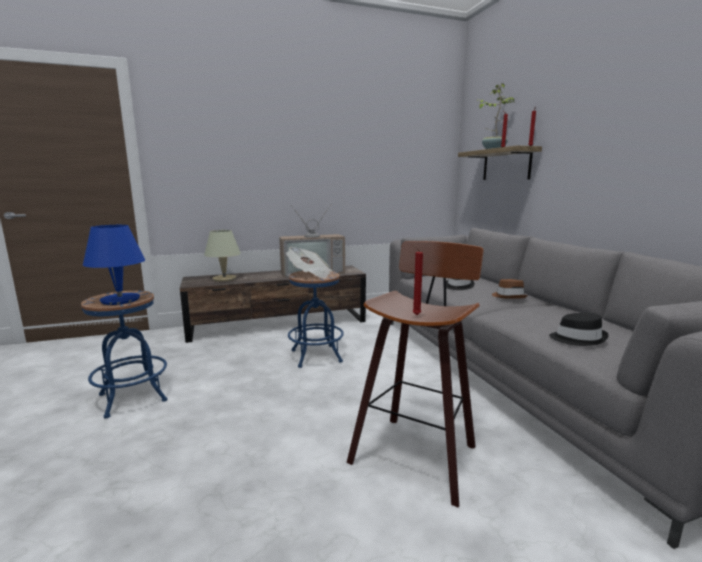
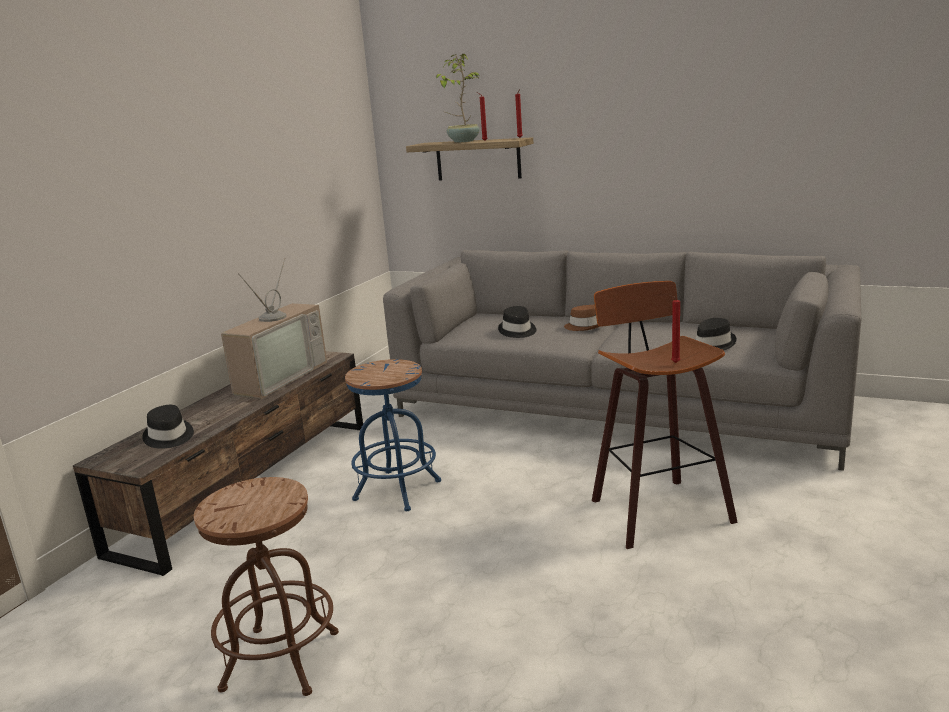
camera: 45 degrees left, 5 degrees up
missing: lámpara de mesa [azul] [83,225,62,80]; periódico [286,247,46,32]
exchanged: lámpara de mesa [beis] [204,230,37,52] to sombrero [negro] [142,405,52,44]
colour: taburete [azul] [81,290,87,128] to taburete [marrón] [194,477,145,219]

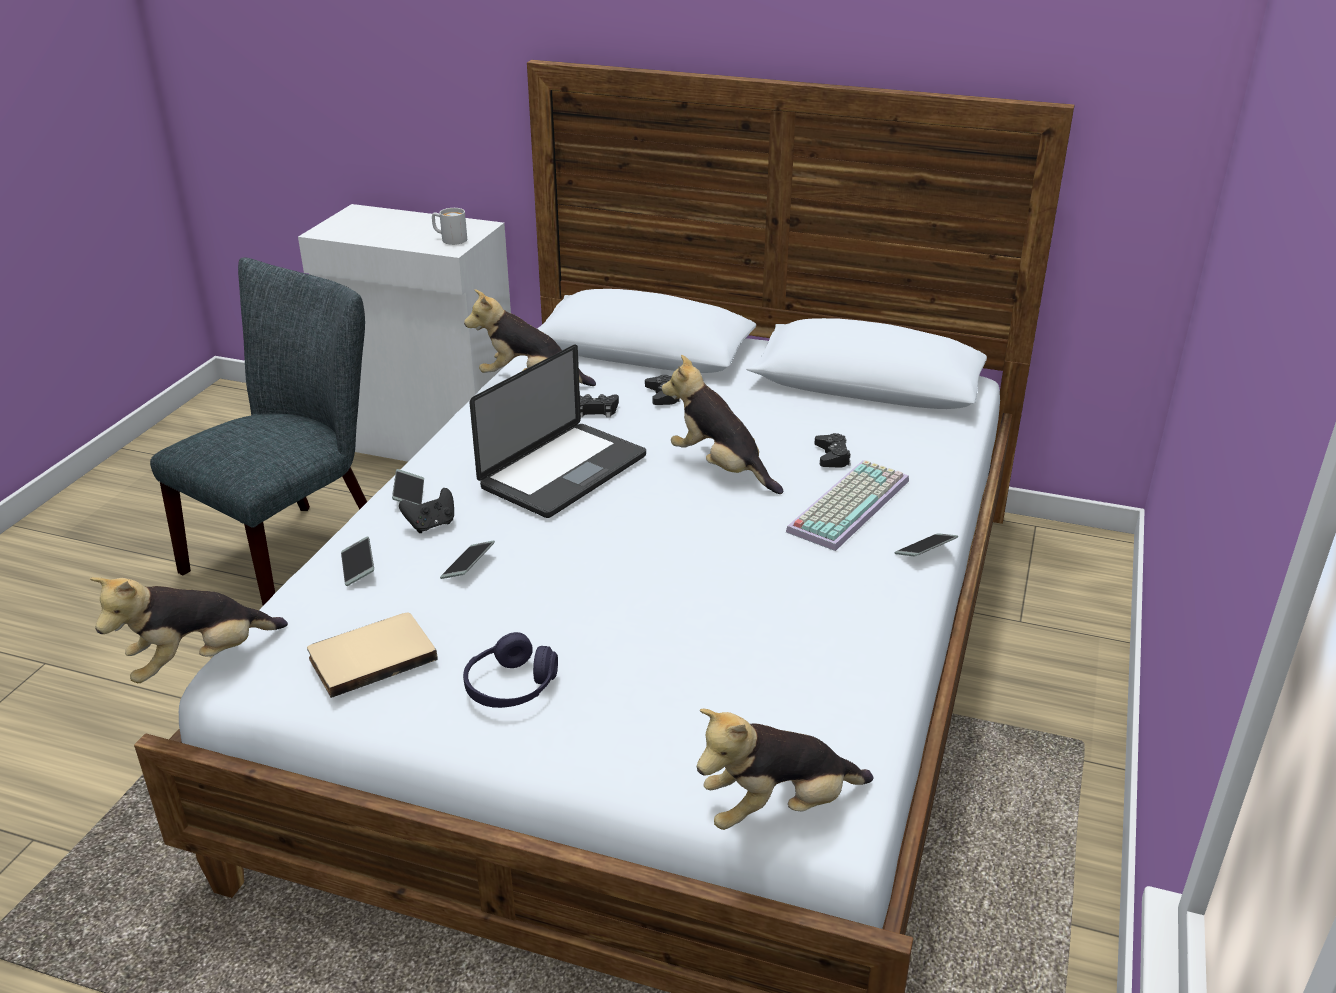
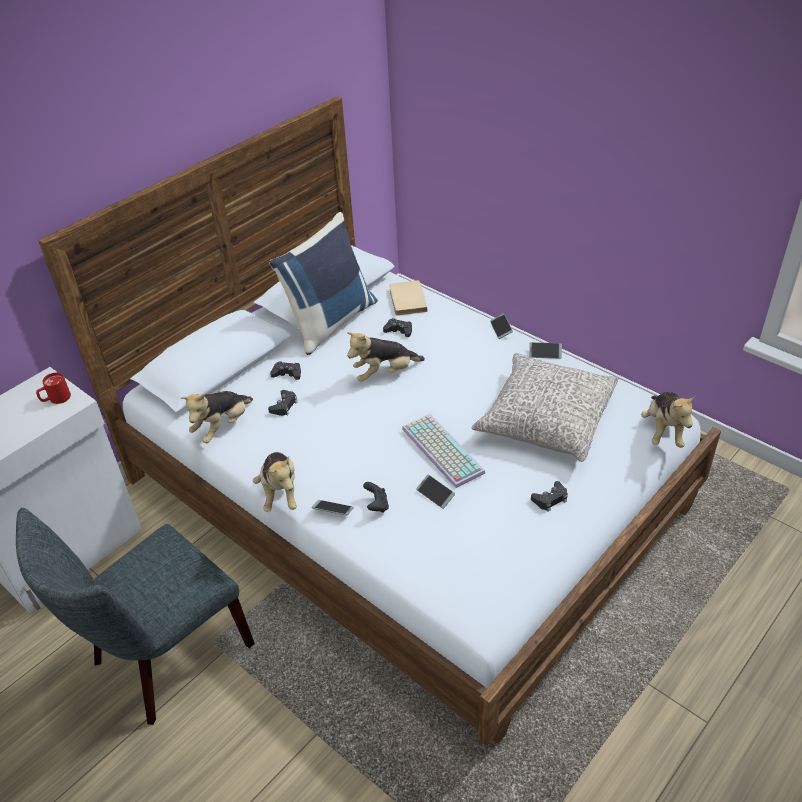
camera: 65 degrees left, 10 degrees up
missing: portátil [470,345,176,173]
appeared: cojín [azul] [269,212,109,143]; cojín [gris] [472,353,147,109]
relocated: teclado [786,460,123,91] to [402,414,83,74]; móvil [341,536,33,50] to [529,342,33,17]; peluche [90,577,198,106] to [253,452,44,60]; libro [beis] [307,613,131,85] to [389,280,39,35]
exchanged: auriculares [morado] [463,632,95,76] to mando de consola [negro] [531,481,37,31]
colour: taza grande [blanco] [432,208,35,37] to taza grande [rojo] [36,372,35,32]
spun: silla [gris] [150,257,217,349] = [16,508,239,217] 105 degrees counterclockwise

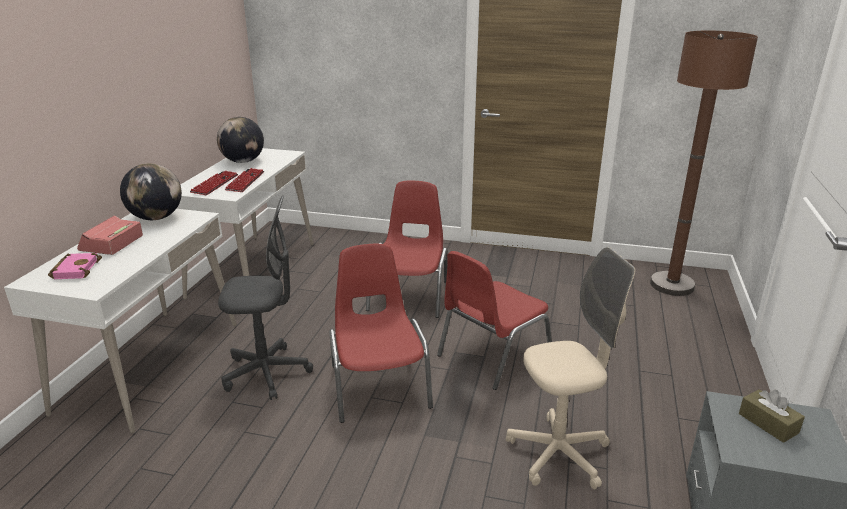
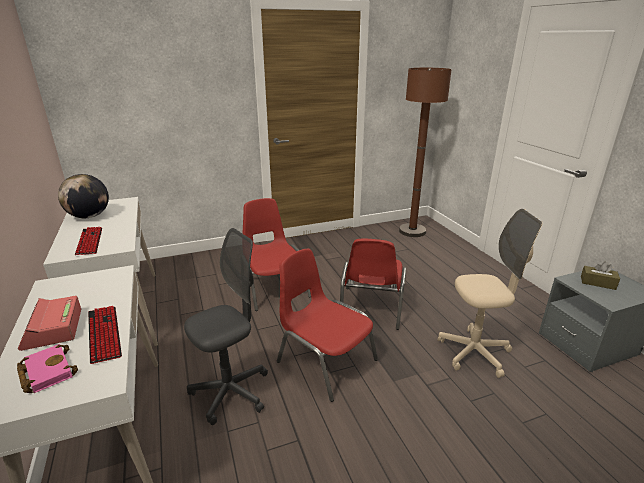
camera: 35 degrees left, 0 degrees up
missing: globo terráqueo [120,163,62,57]
relocated: teclado [225,168,39,24] to [88,306,34,58]
spun: silla de oficina [beis] [506,247,129,242] = [438,209,104,169] 45 degrees clockwise

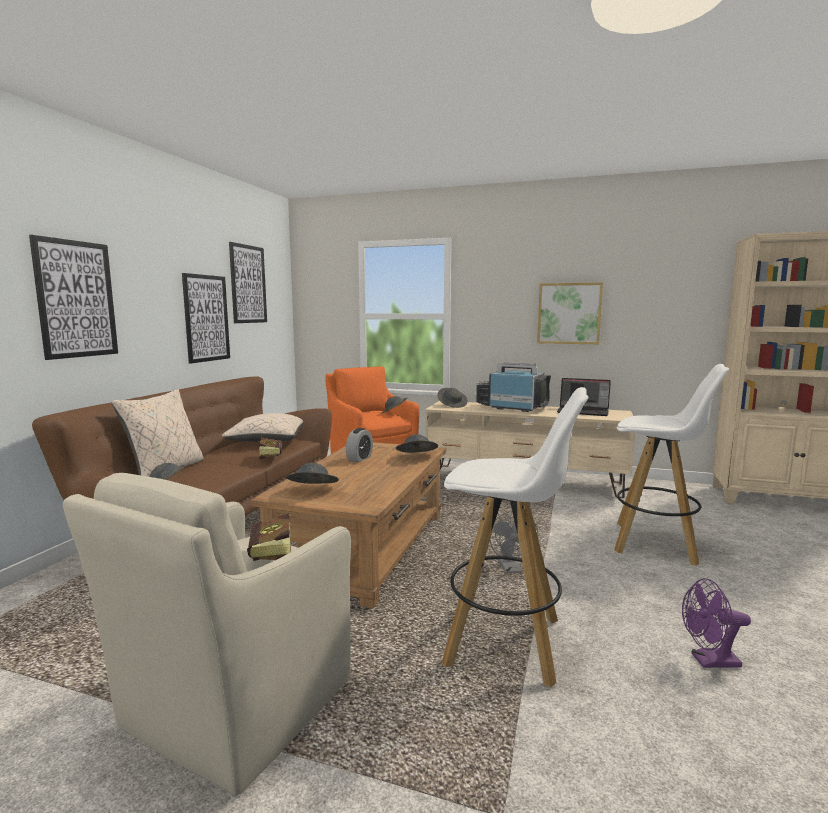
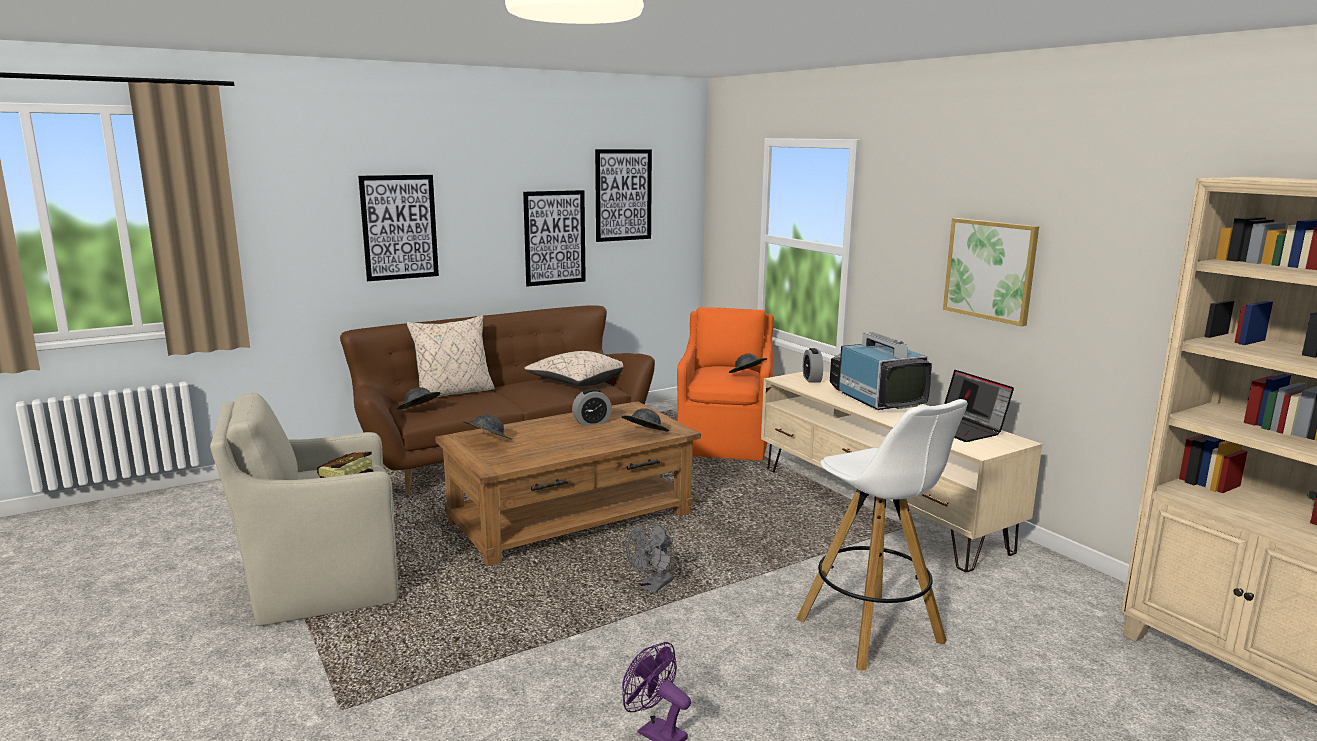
camera: 40 degrees right, 5 degrees up
missing: taburete [blanco] [442,387,146,300]; libro [259,437,24,22]
exchanged: sombrero [gris] [437,388,31,20] to despertador [803,348,20,35]

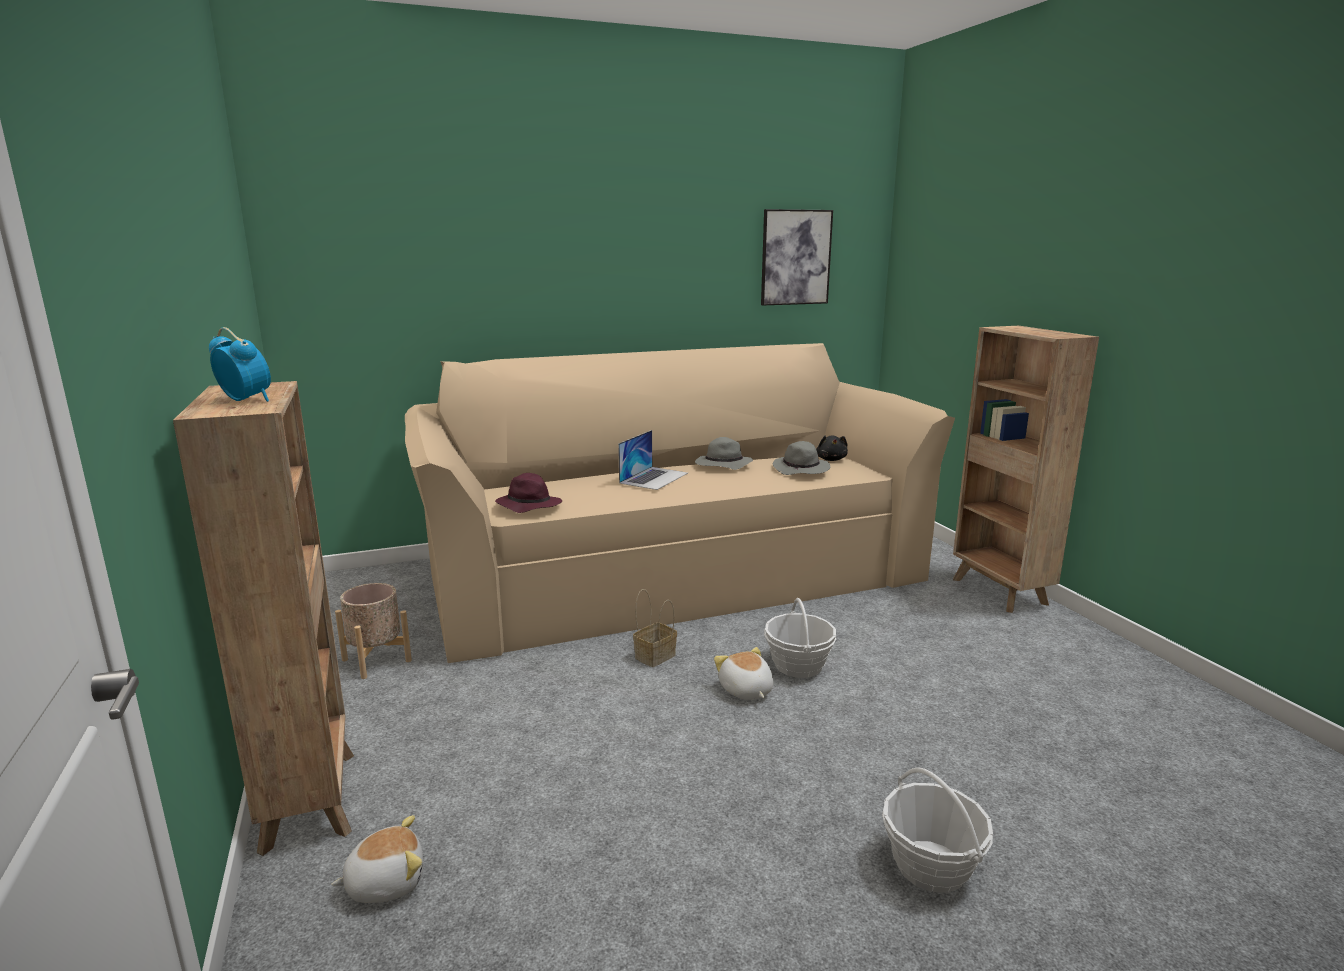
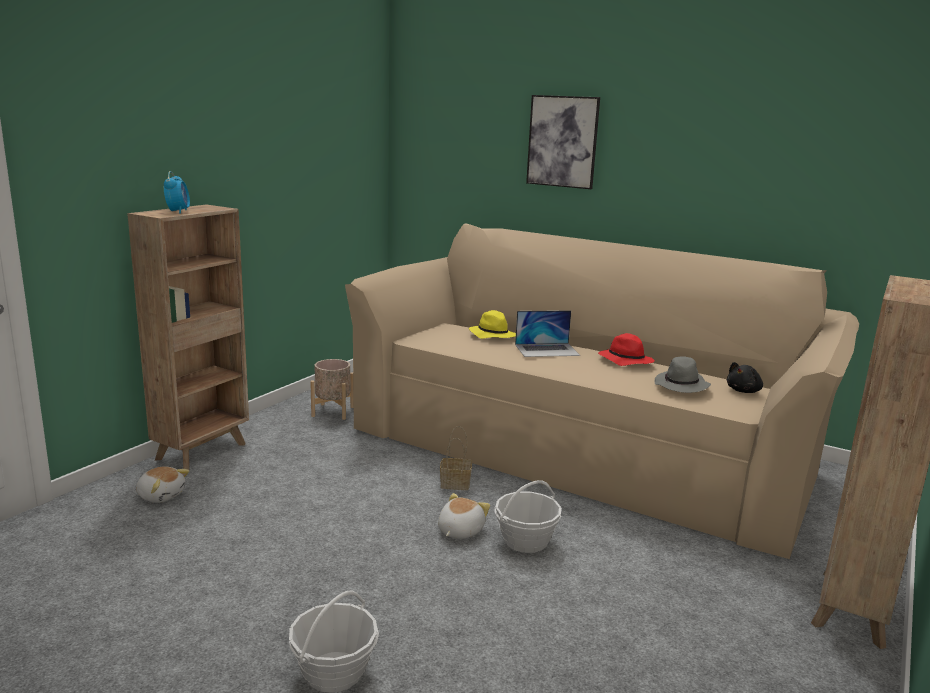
camera: 50 degrees right, 0 degrees up
missing: sombrero [morado] [495,473,67,40]
appeared: sombrero [amarillo] [469,310,47,29]
relocated: cuadro [761,209,72,96] to [526,95,74,94]
colour: sombrero [gris] [695,437,58,33] to sombrero [rojo] [598,333,57,33]

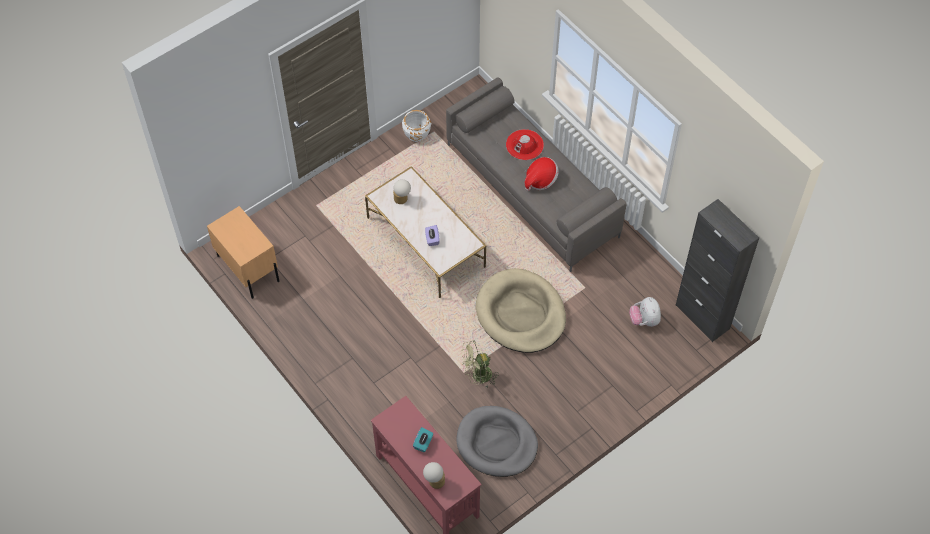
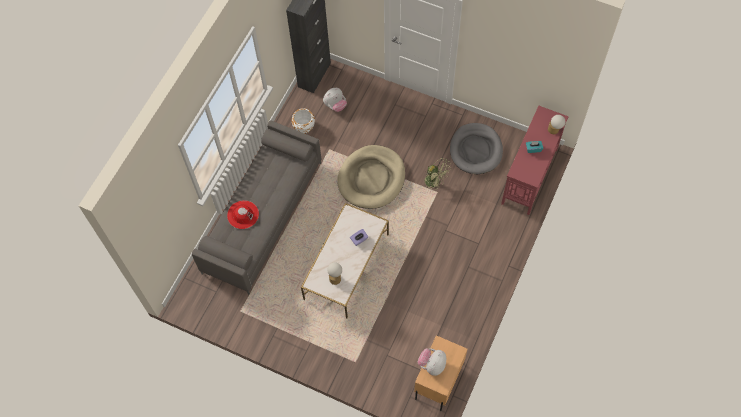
camera: 115 degrees left, 5 degrees up
missing: sombrero [525,157,34,34]
appeared: peluche [418,348,28,28]
relocated: maceta [blanco] [402,110,29,32] to [292,108,23,26]

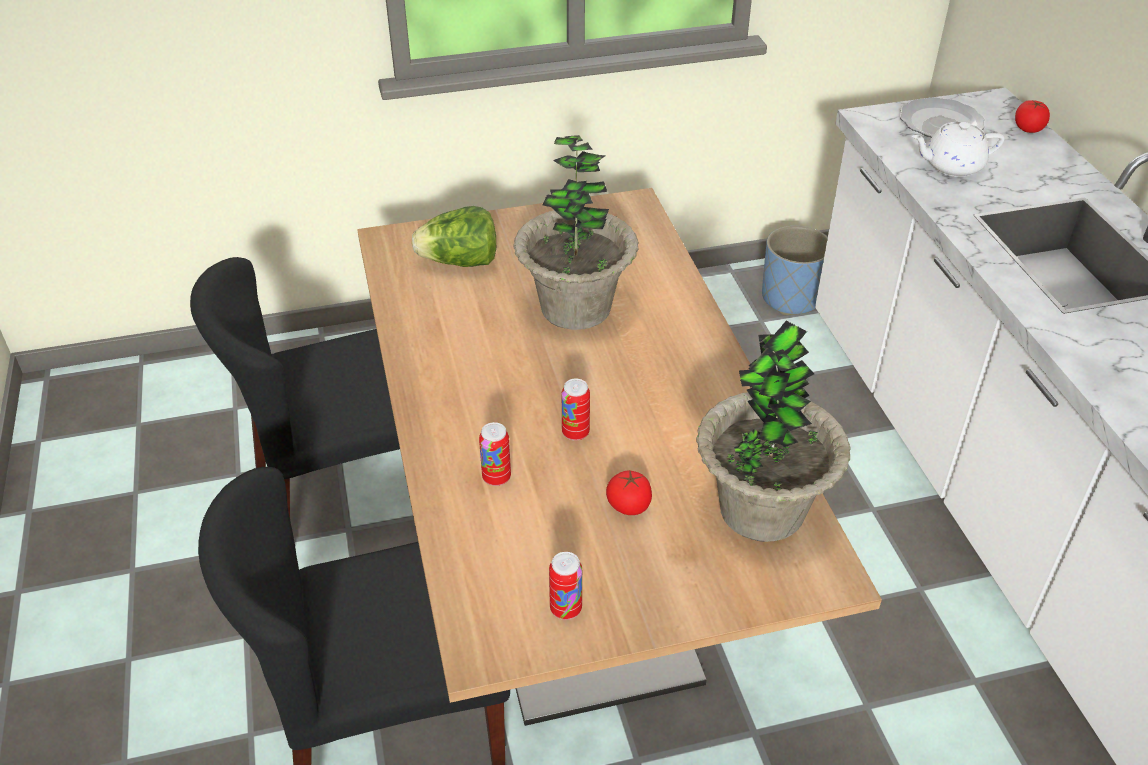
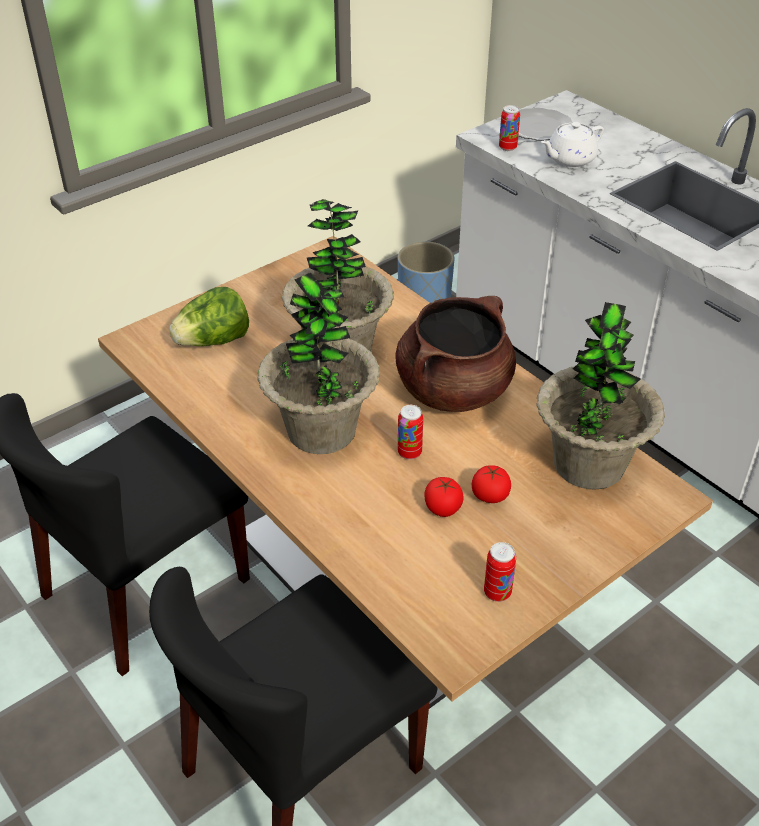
camera: 25 degrees left, 0 degrees up
appeared: planta en maceta [257,273,123,181]; olla [marrón] [395,296,121,116]
relocated: tomate [1015,100,35,33] to [424,477,39,40]; lata [479,422,32,64] to [499,105,21,46]

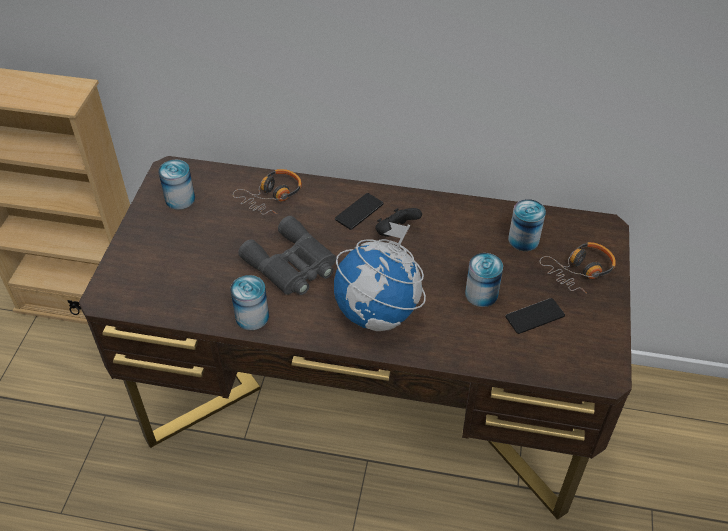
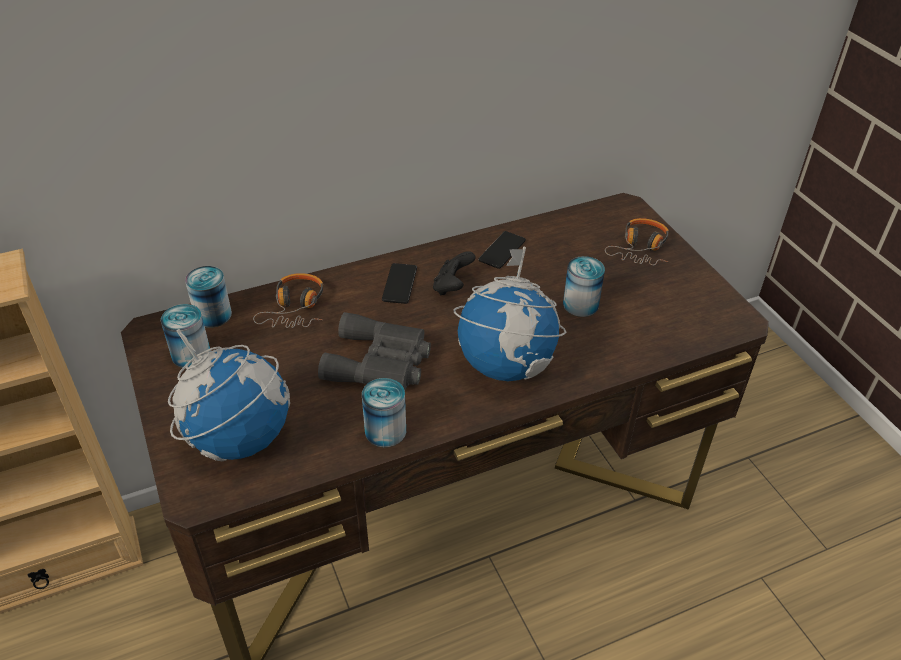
camera: 35 degrees left, 5 degrees down
appeared: globo terráqueo [168,329,122,132]
relocated: lata [508,199,38,52] to [185,266,47,62]; móvil [505,298,60,36] to [478,231,48,38]

